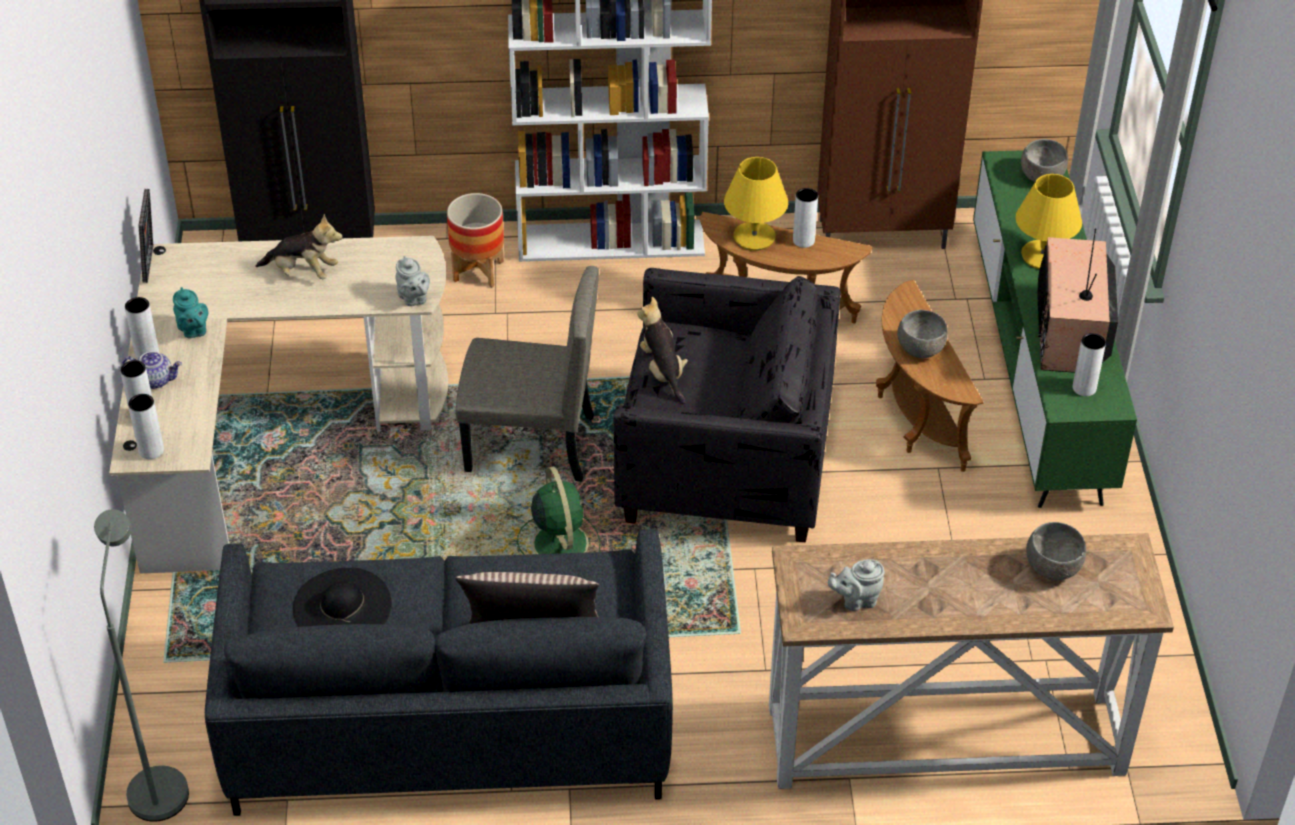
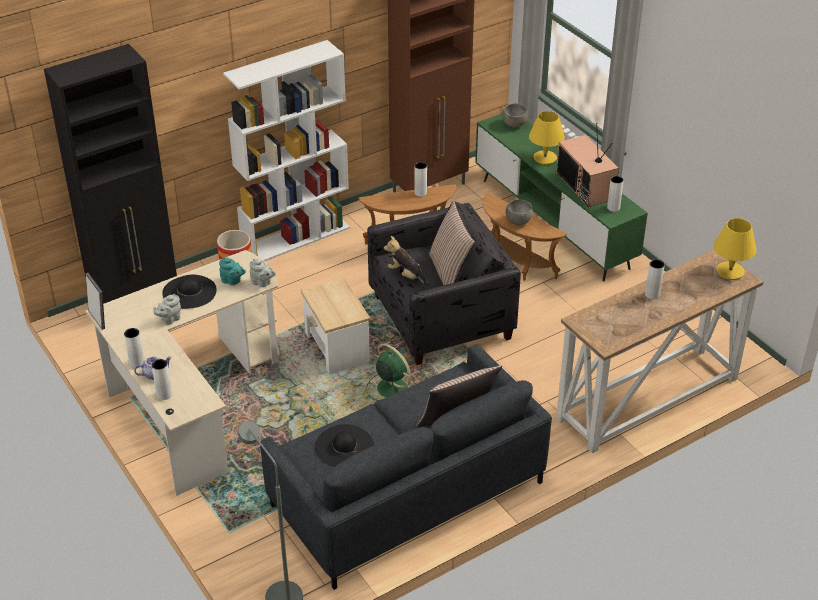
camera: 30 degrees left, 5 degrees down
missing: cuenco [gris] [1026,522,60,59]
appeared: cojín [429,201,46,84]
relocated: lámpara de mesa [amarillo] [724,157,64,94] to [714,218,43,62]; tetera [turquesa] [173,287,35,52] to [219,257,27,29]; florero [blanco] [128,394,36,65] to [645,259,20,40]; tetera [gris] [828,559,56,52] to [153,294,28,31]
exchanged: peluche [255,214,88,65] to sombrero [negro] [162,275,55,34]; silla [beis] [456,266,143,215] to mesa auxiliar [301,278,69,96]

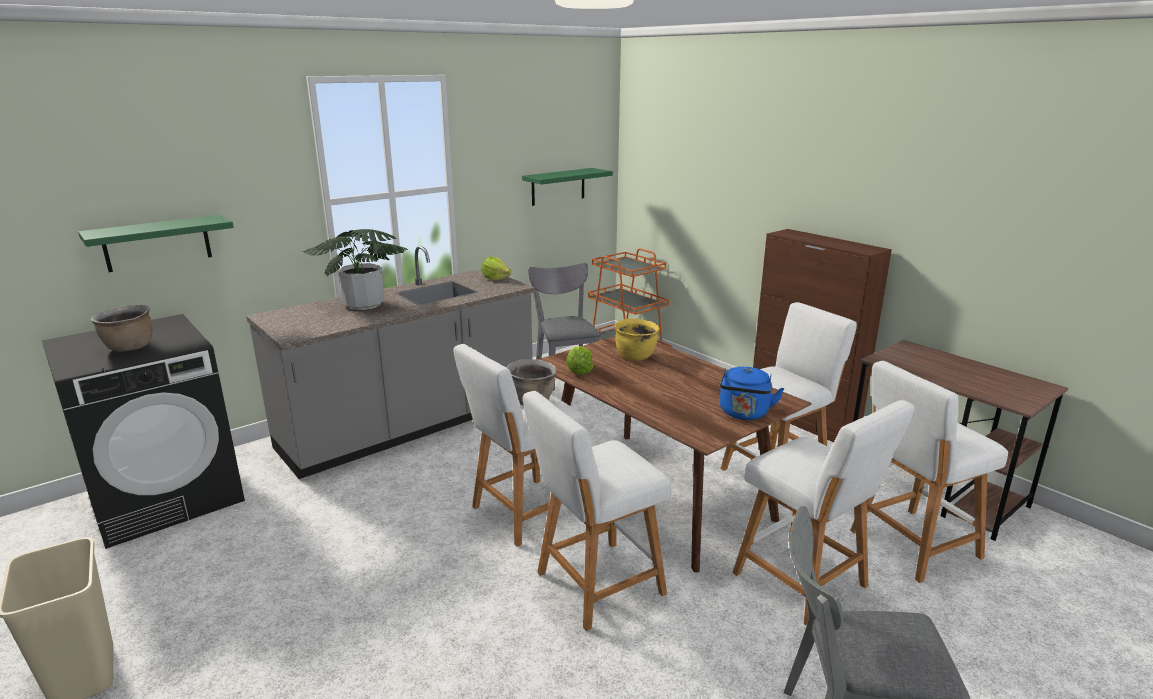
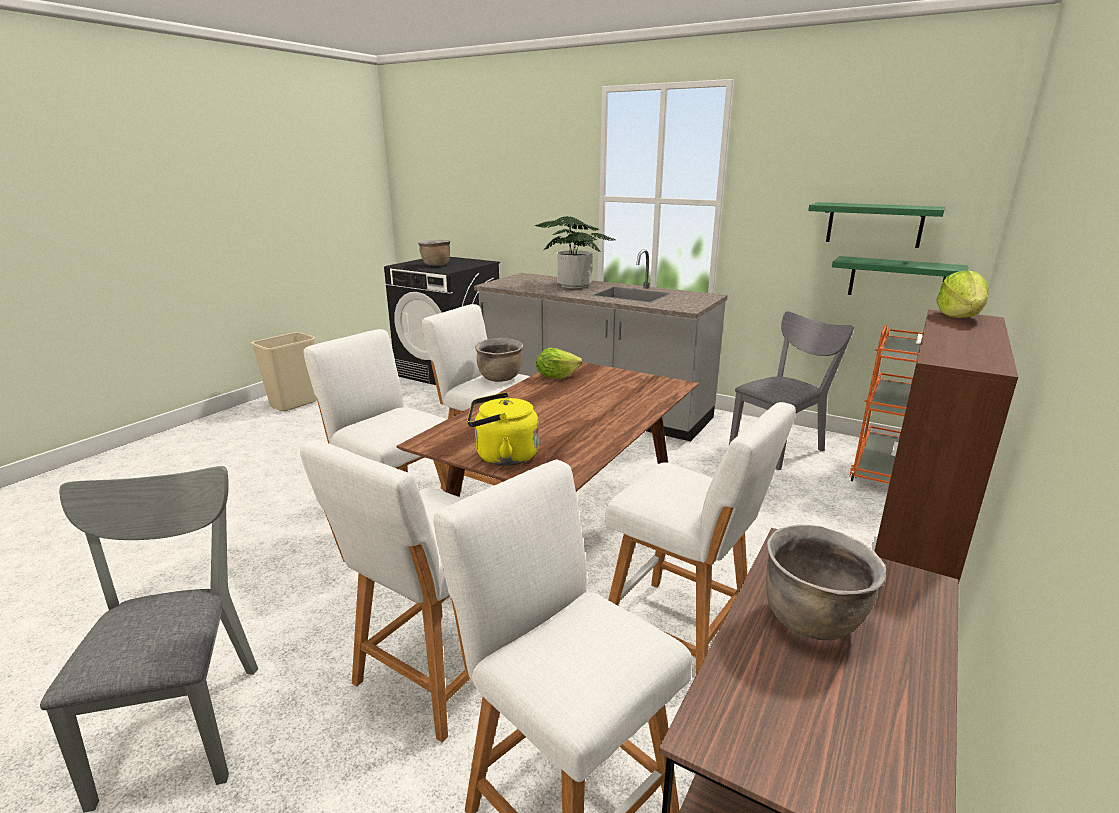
camera: 70 degrees right, 0 degrees up
missing: olla [amarillo] [615,318,45,43]
appeared: olla [marrón] [766,525,120,115]
relocated: estante [verde] [78,215,156,57] to [832,256,136,39]; lechuga [482,257,30,24] to [936,270,53,48]
colour: hervidor [azul] [720,367,64,53] to hervidor [amarillo] [467,392,72,74]

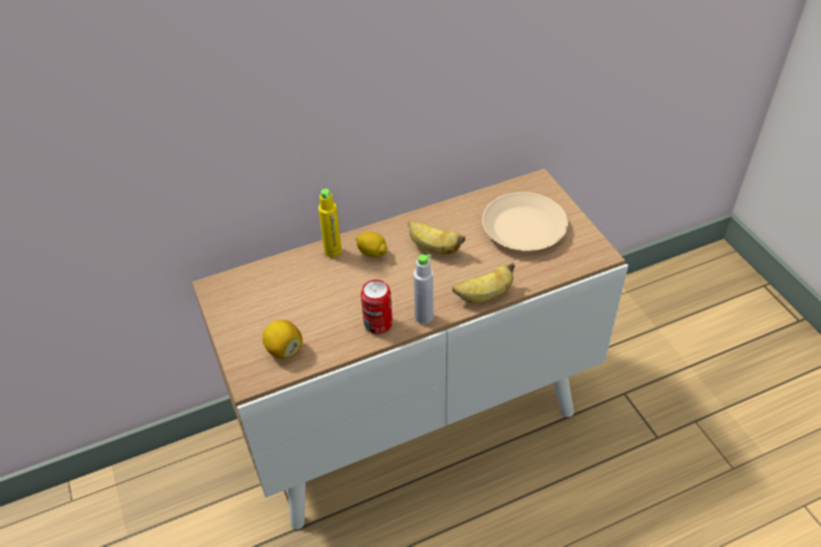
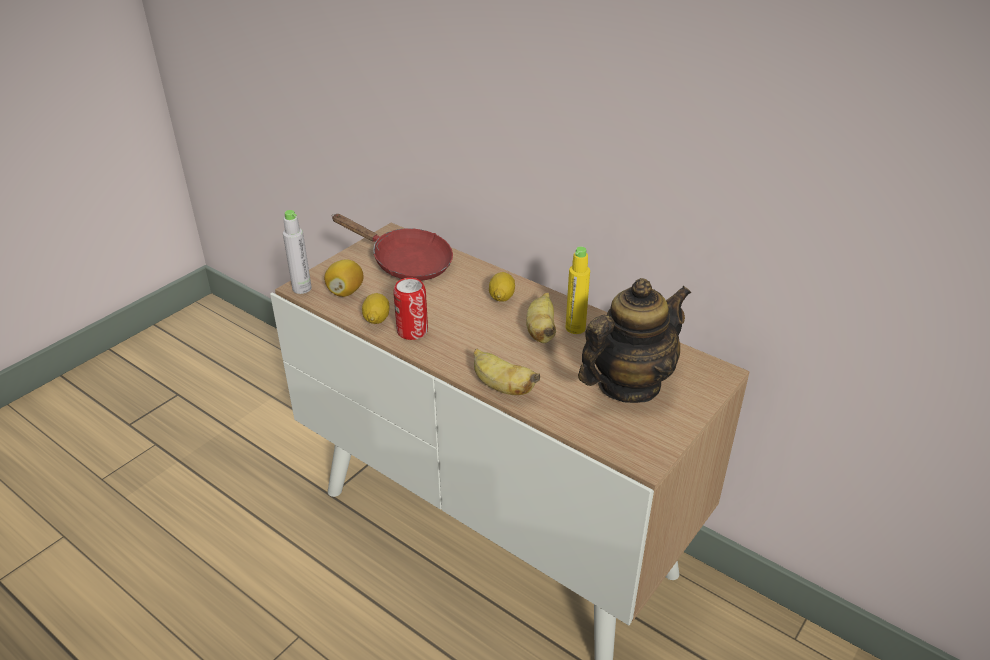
camera: 60 degrees right, 10 degrees down
appeared: sartén [rojo] [331,214,122,67]; limón [362,293,28,31]
relocated: botella [amarillo] [318,189,24,68] to [566,246,24,88]; botella [gris] [413,254,21,70] to [283,210,29,84]
exchanged: plato [beis] [482,192,86,59] to tetera [578,278,113,125]

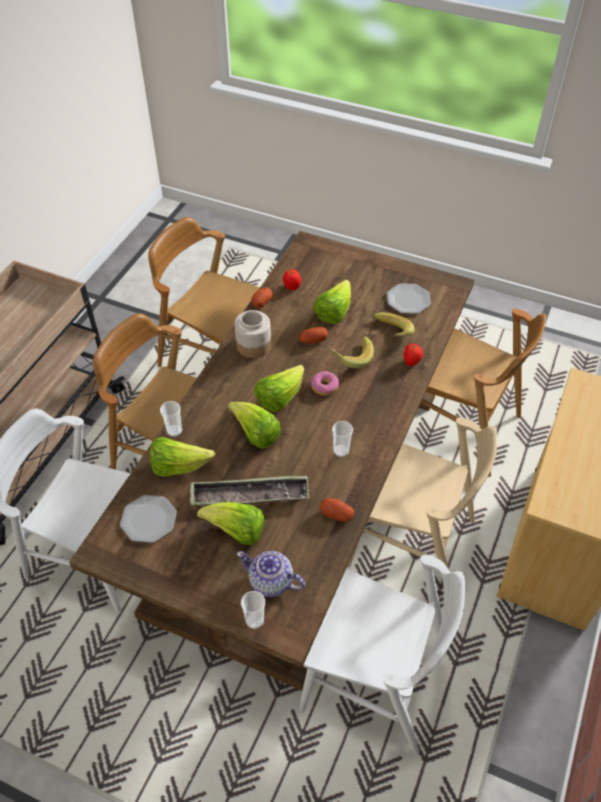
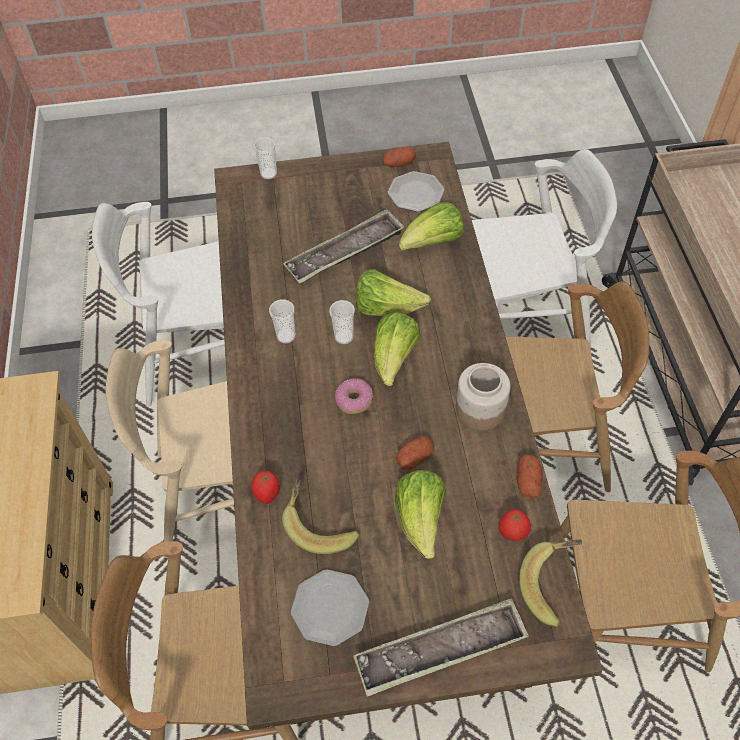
camera: 150 degrees right, 5 degrees up
missing: lechuga [197,502,68,43]; tetera [237,551,68,46]
appeared: bandeja [353,598,176,99]
relocated: plátano [327,337,47,31] to [519,539,63,88]; taza [160,401,22,36] to [329,300,26,44]; patata [320,498,34,24] to [382,147,34,20]

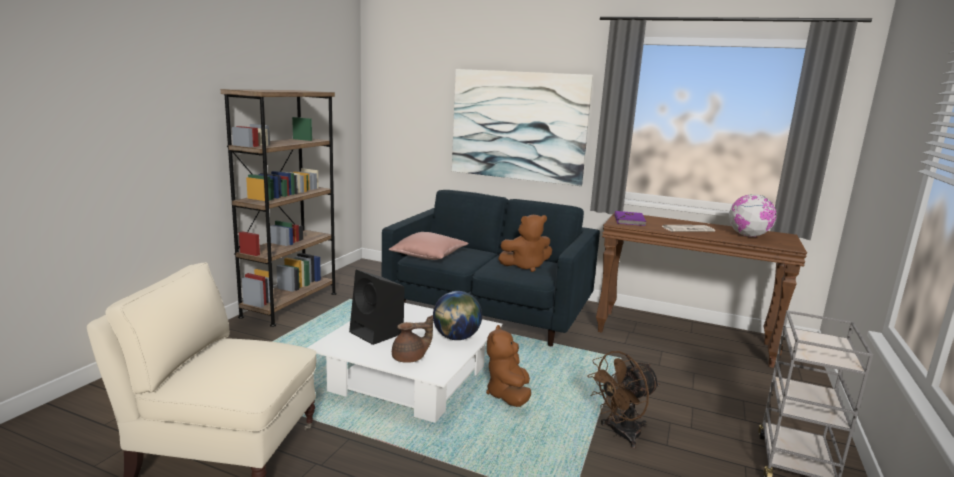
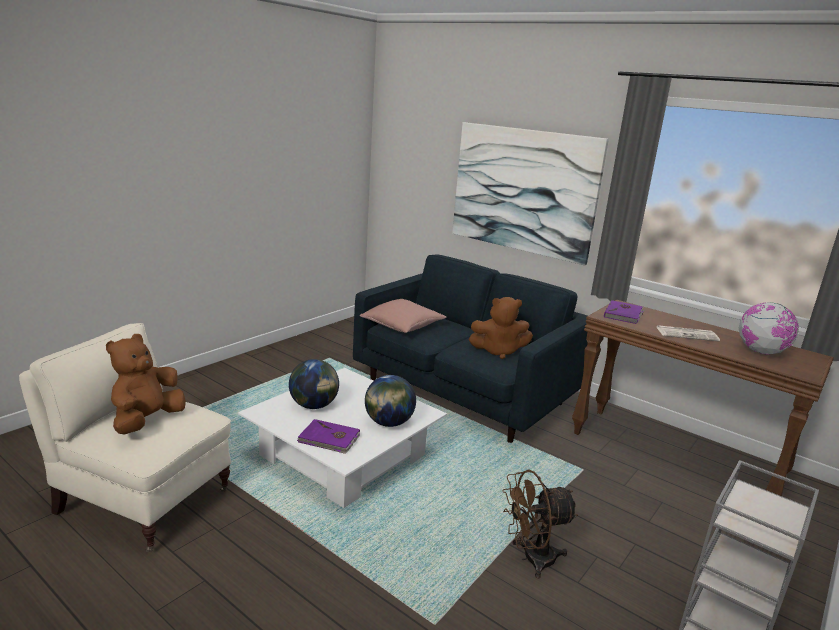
camera: 15 degrees right, 5 degrees up
missing: estantería [marrón] [221,89,116,238]
relocated: peluche [marrón] [486,325,45,82] to [106,334,80,101]
exchanged: altavoz [negro] [349,270,55,75] to globo terráqueo [289,359,50,50]; tetera [marrón] [392,315,41,48] to libro [morado] [297,419,63,35]

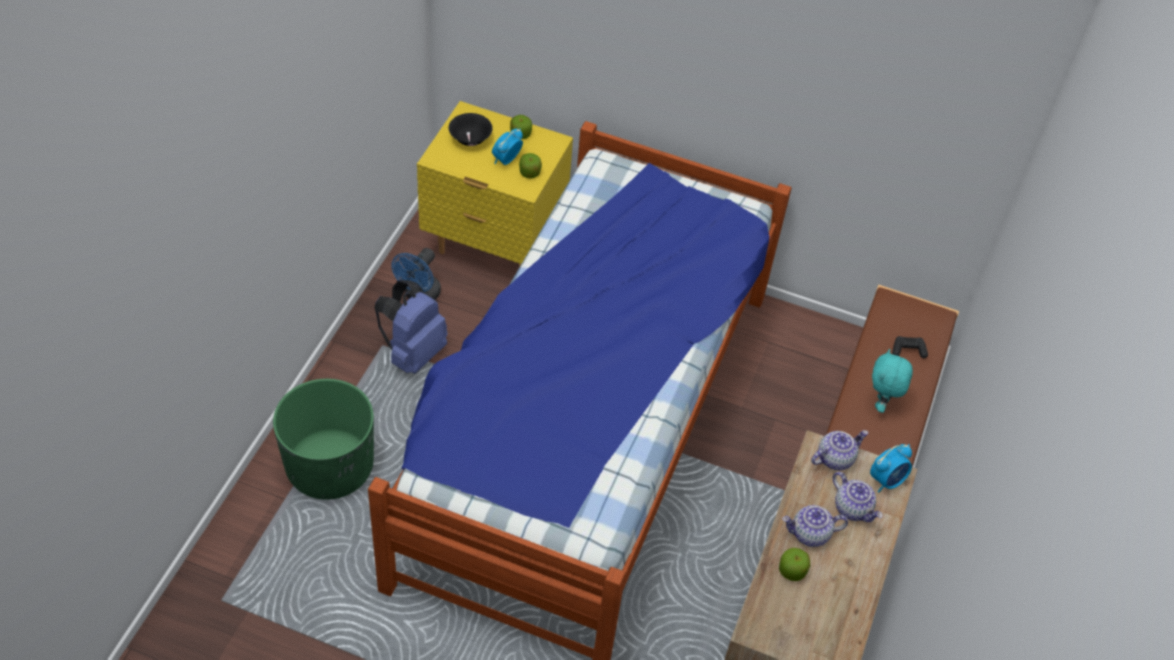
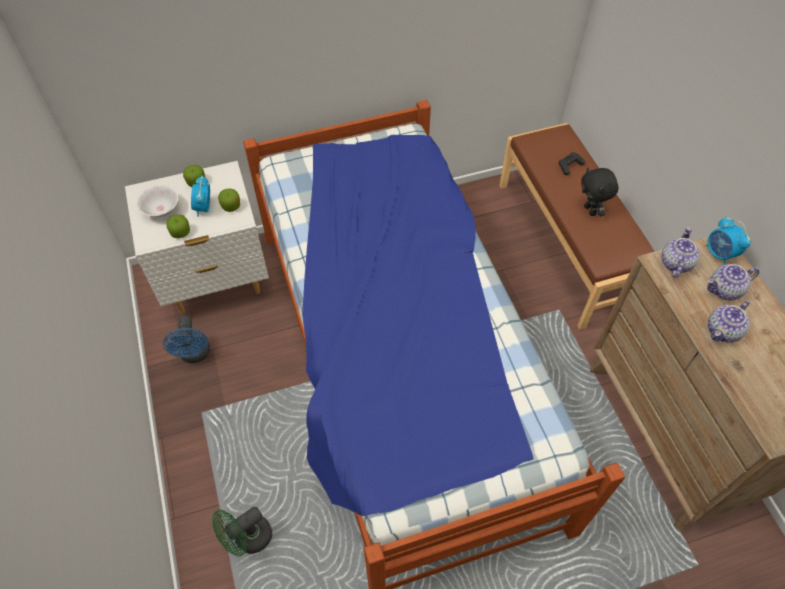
camera: 35 degrees left, 5 degrees up
missing: mochila [azul] [374,280,74,94]
relocated: manzana [779,548,31,33] to [166,215,24,23]
exchanged: maceta [verde] [273,379,101,121] to ventilador [verde] [212,506,60,50]
colour: mesita de noche [amarillo] [417,101,156,166] to mesita de noche [blanco] [125,161,144,152]; cuenco [negro] [449,113,44,33] to cuenco [blanco] [136,185,42,33]; peluche [turquesa] [872,349,41,64] to peluche [negro] [581,168,38,48]
spun: despertador [870,444,42,49] = [705,216,46,49] 135 degrees clockwise; tetera [833,472,49,50] = [707,264,52,36] 150 degrees clockwise

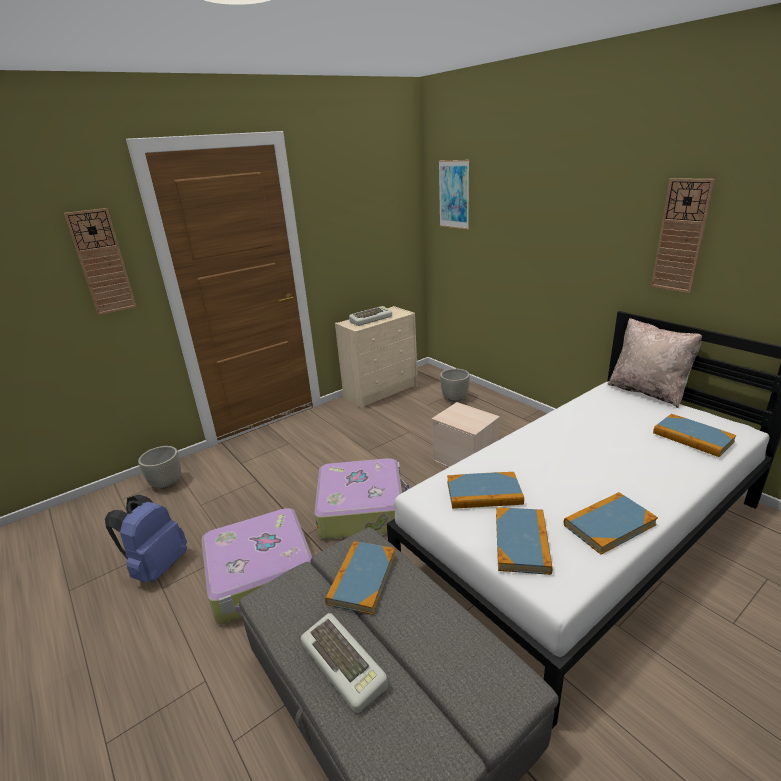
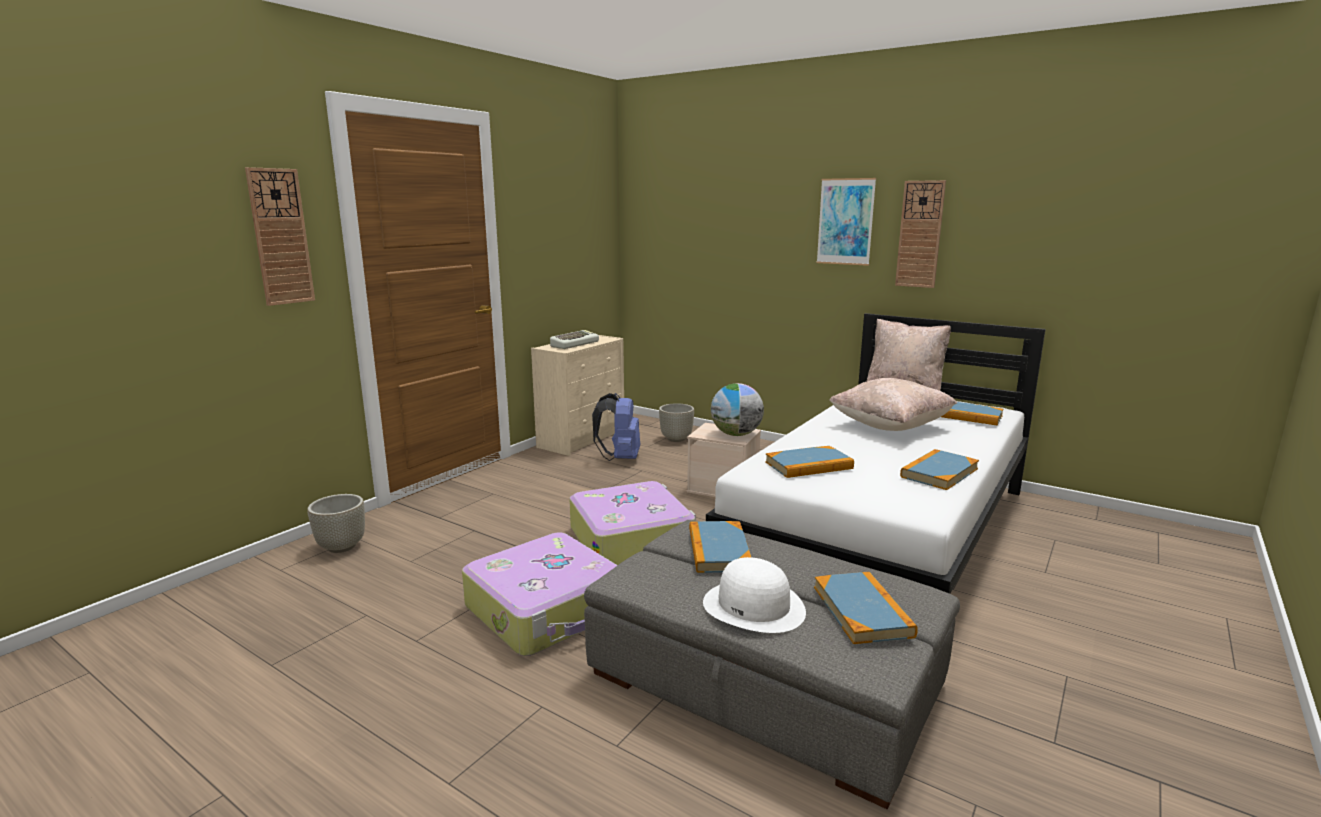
camera: 20 degrees left, 10 degrees down
appeared: cojín [beis] [829,378,128,53]; globo terráqueo [711,383,53,53]
relocated: cuadro [438,160,32,70] to [817,178,59,88]; mochila [azul] [105,494,82,88] to [592,393,48,68]; libro [496,508,57,67] to [814,572,104,72]
exchanged: teclado [301,613,87,100] to sombrero [blanco] [703,557,103,76]

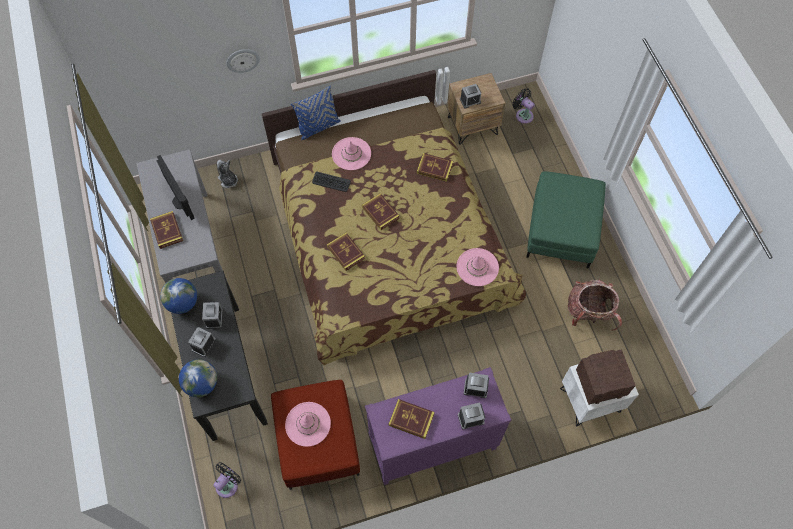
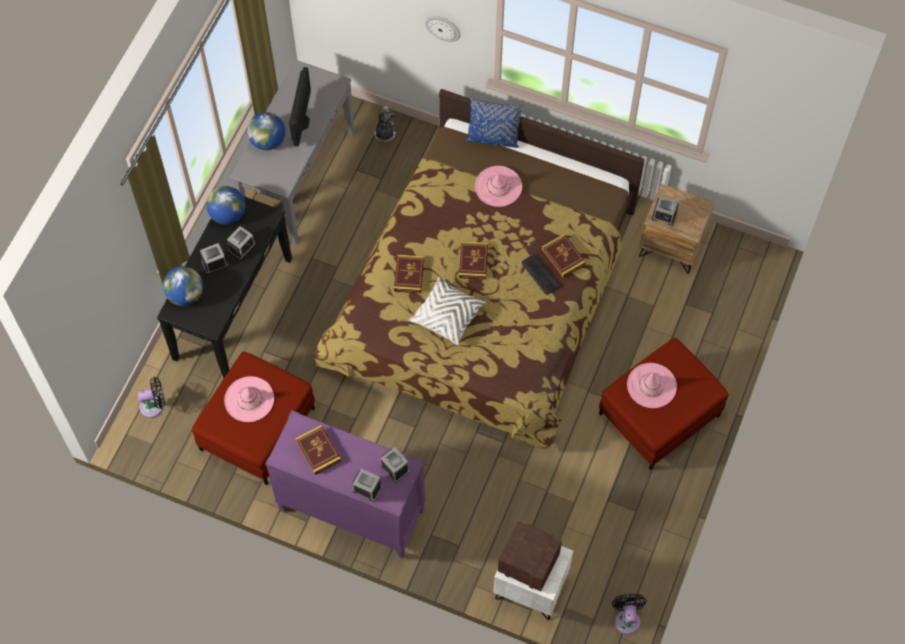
camera: 40 degrees right, 0 degrees up
missing: mochila [568,280,54,51]
appeared: cojín [blanco] [409,277,77,68]
relocated: ventilador [negro] [512,88,23,36] to [612,594,35,41]; teclado [312,172,39,20] to [522,254,37,41]; sombrero [rosa] [457,248,42,38] to [627,363,50,45]
exchanged: libro [150,211,33,38] to globo terráqueo [247,112,38,38]
colour: puf [verde] [526,171,80,98] to puf [rojo] [599,338,130,132]

